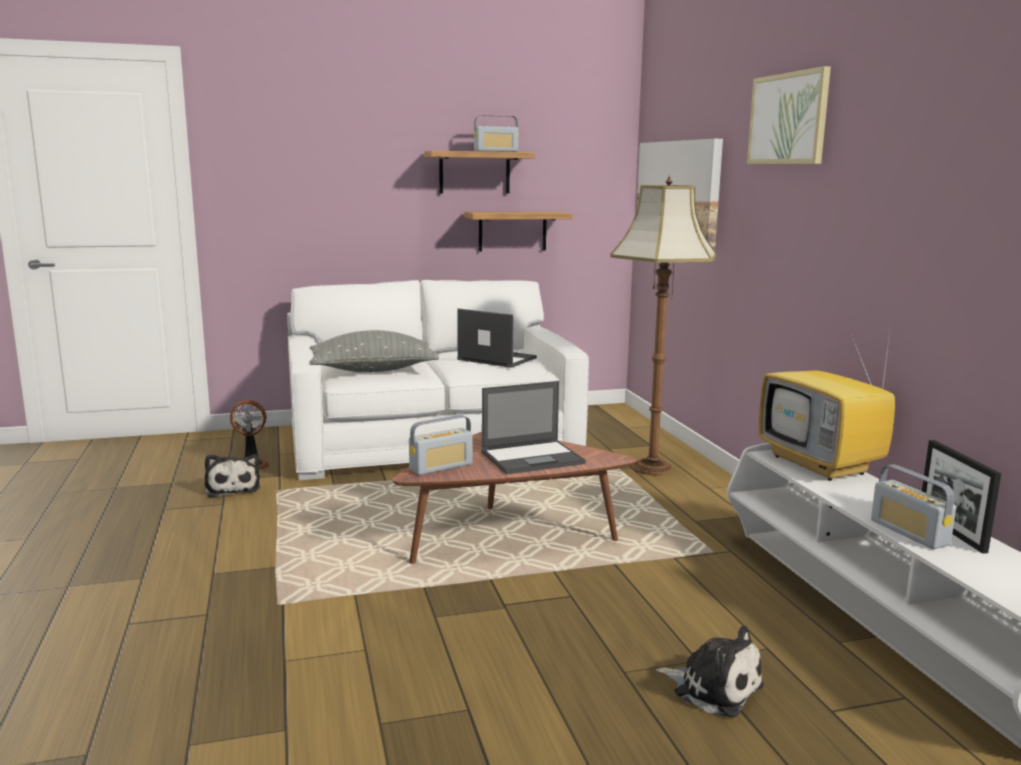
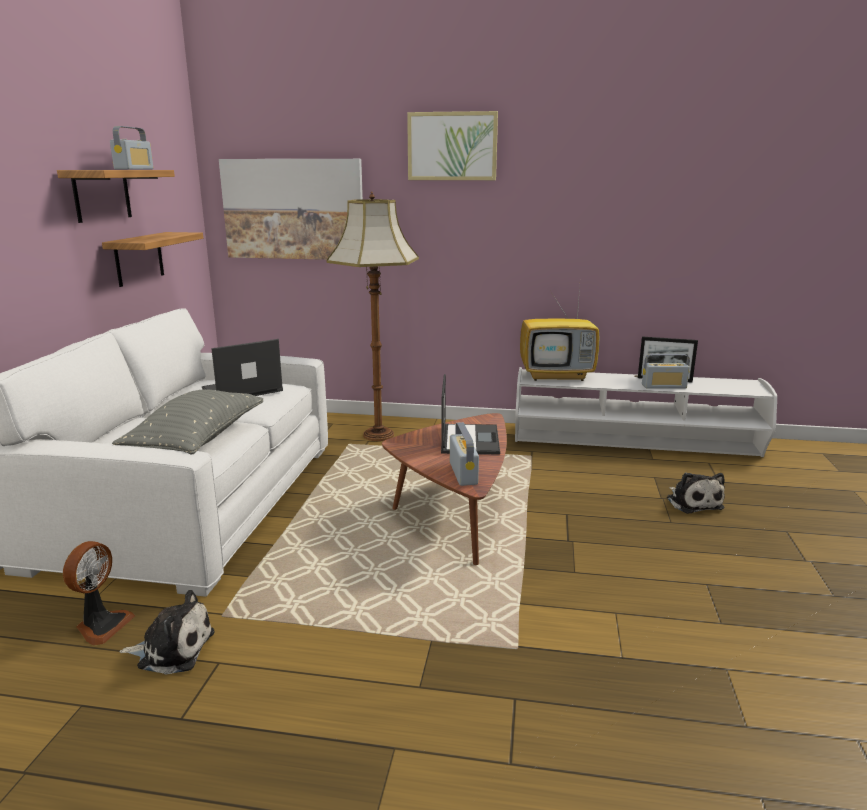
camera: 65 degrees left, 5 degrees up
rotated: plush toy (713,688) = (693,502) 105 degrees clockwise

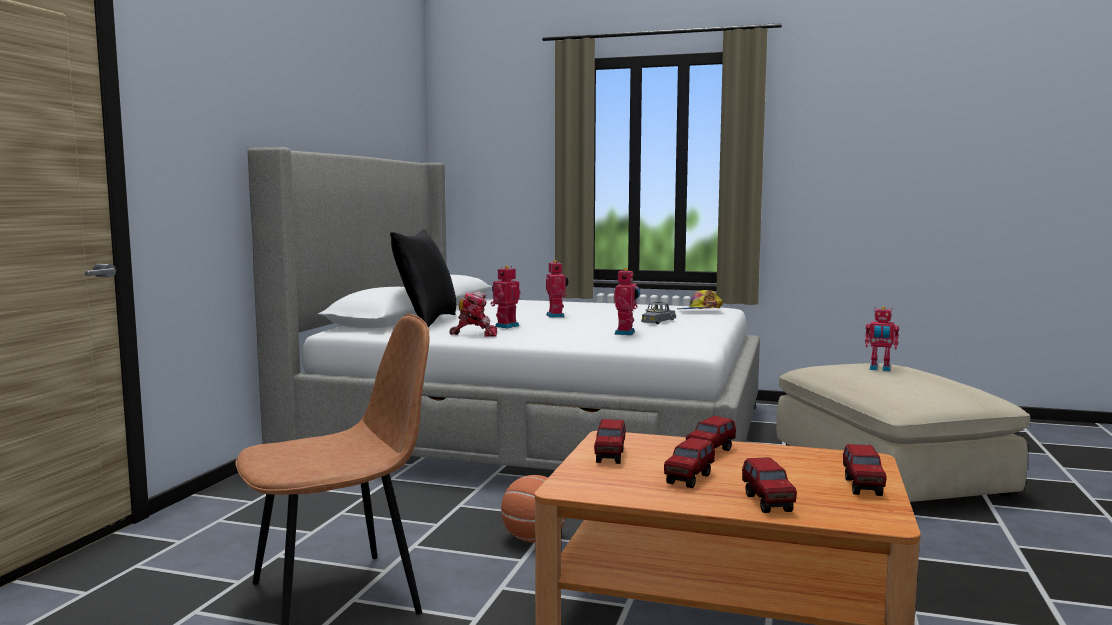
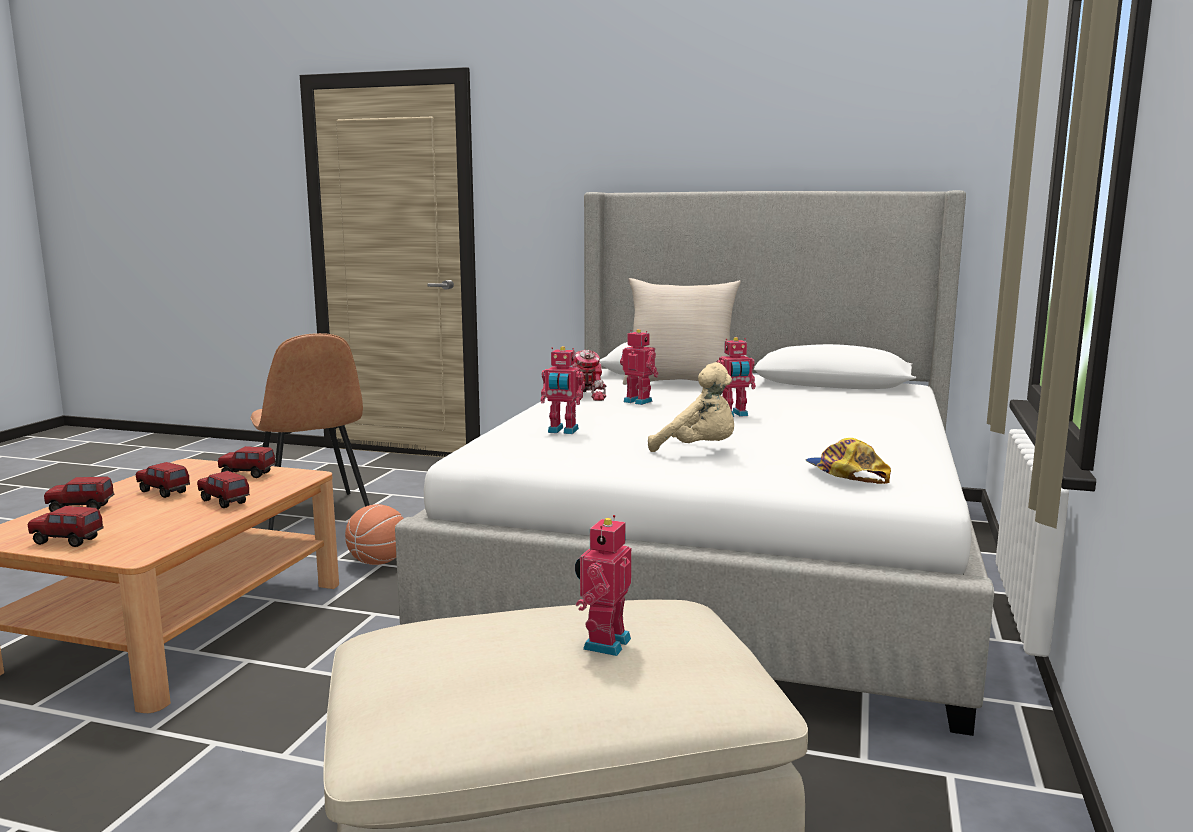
camera: 90 degrees right, 5 degrees up
swapped: grey toy car (658,322) to beige plush toy (699,450)
repainted: black pillow (426,321) to beige pillow (680,383)

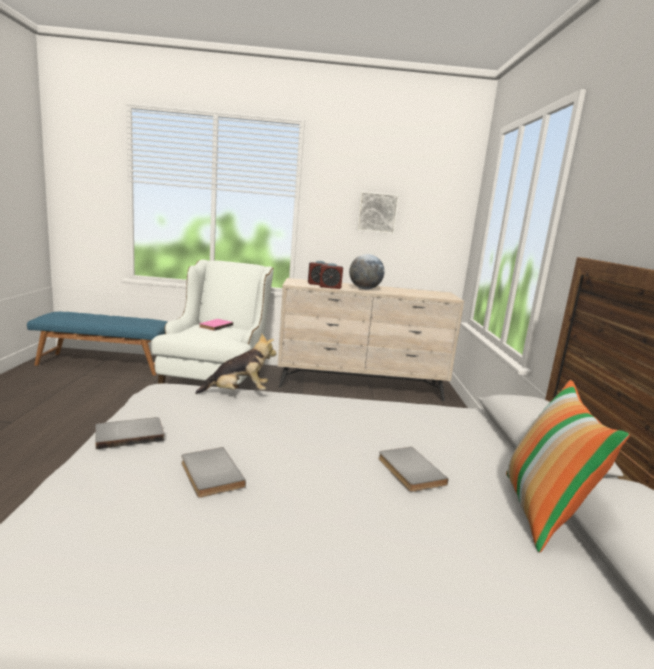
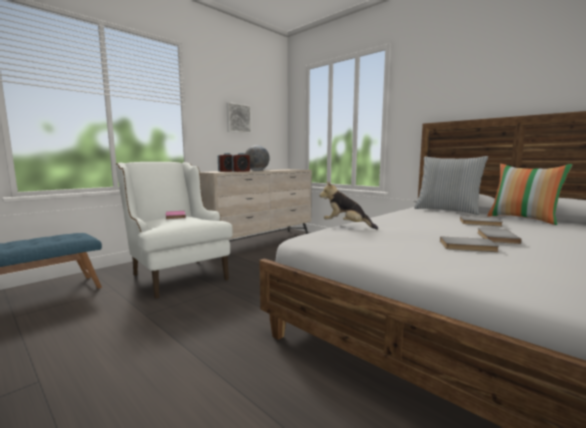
camera: 45 degrees left, 5 degrees down
new: pillow (447,210)
shifted: grey book (129,434) to (495,237)
rotated: plush toy (238,393) = (346,226) 90 degrees counterclockwise

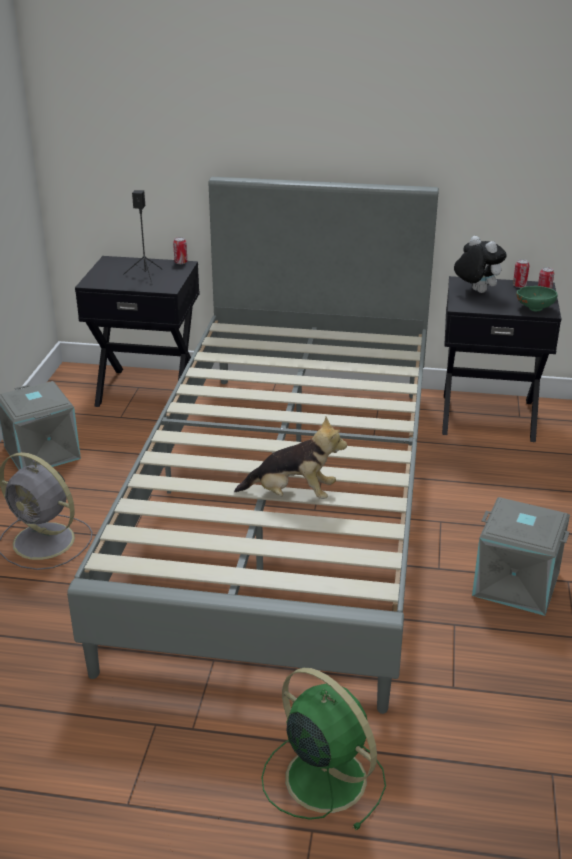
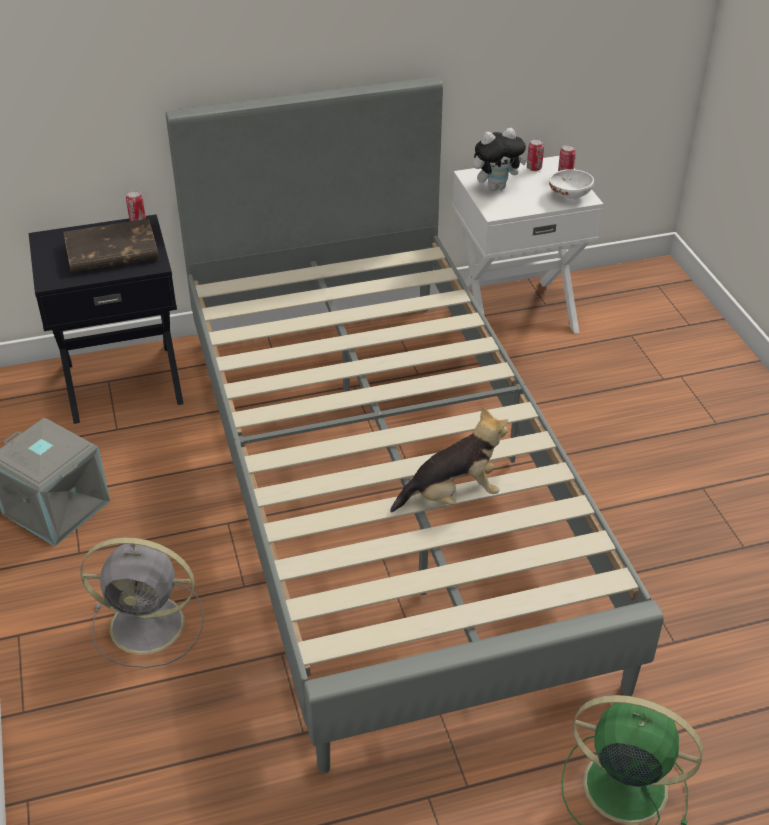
camera: 25 degrees left, 10 degrees up
gone: grey storage box (517,582)
swapped: black speaker (146,275) to brown book (111,252)
repainted: black nightstand (487,416) to white nightstand (514,312); green bowl (534,308) to white bowl (569,195)
rotated: plush toy (475,291) = (496,186) 135 degrees clockwise

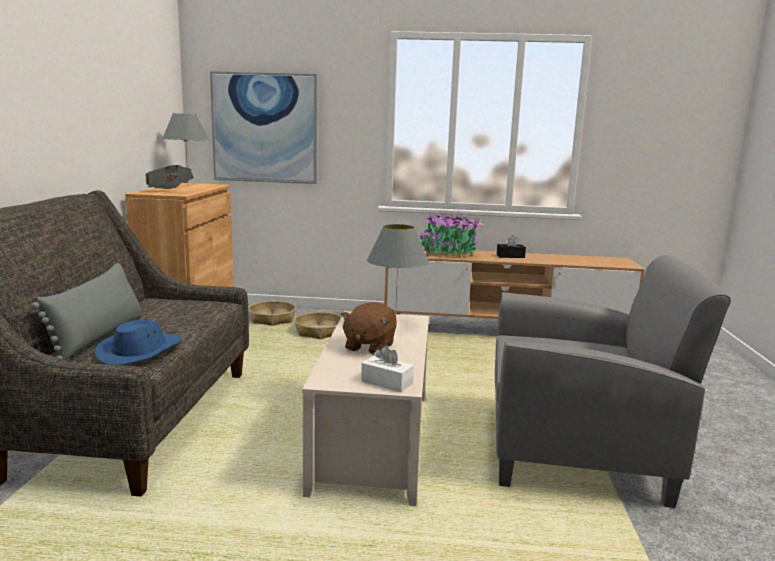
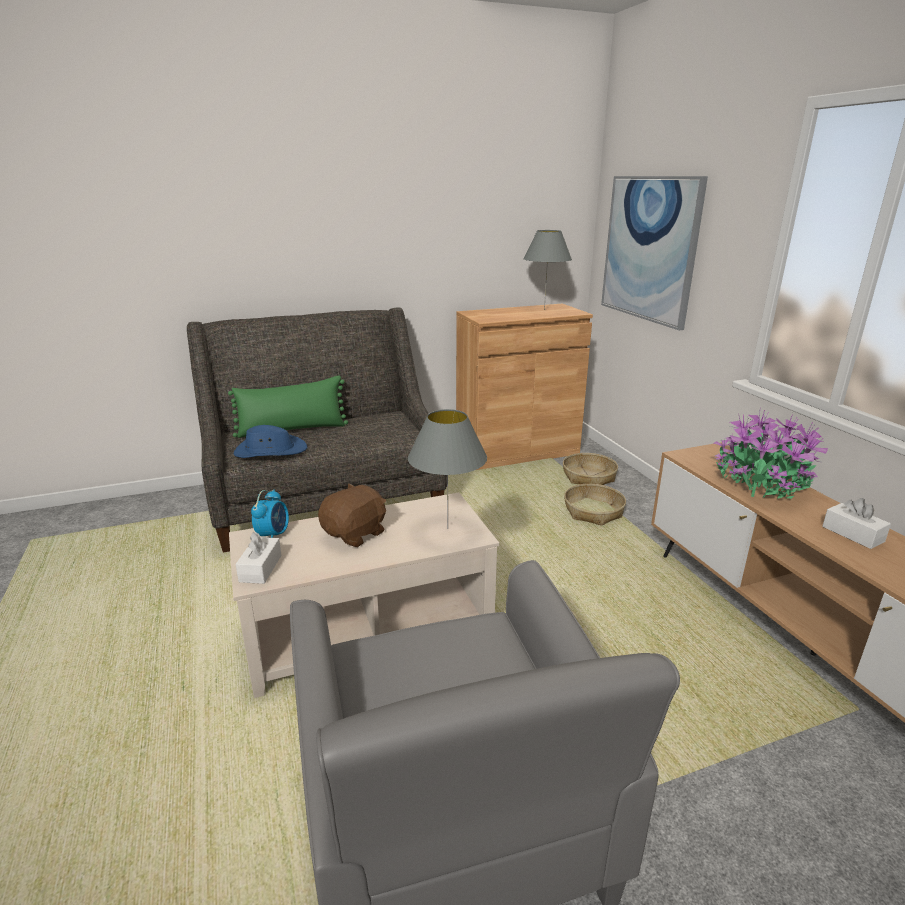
camera: 65 degrees right, 10 degrees up
gone: newspaper (169,191)
new: alarm clock (273,535)
repainted: black tissue box (510,256) to white tissue box (852,534); grey pillow (98,336) to green pillow (292,429)
rotated: brown plush toy (369,346) = (355,534) 135 degrees clockwise

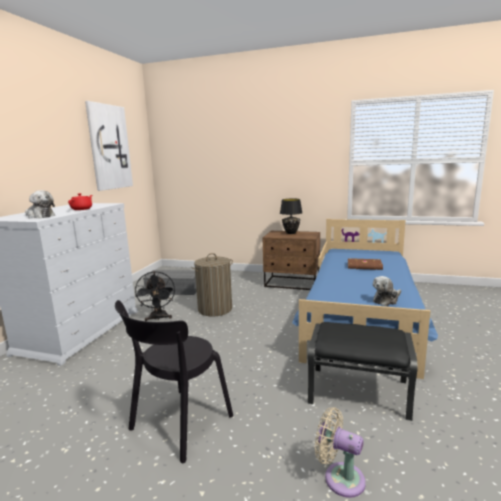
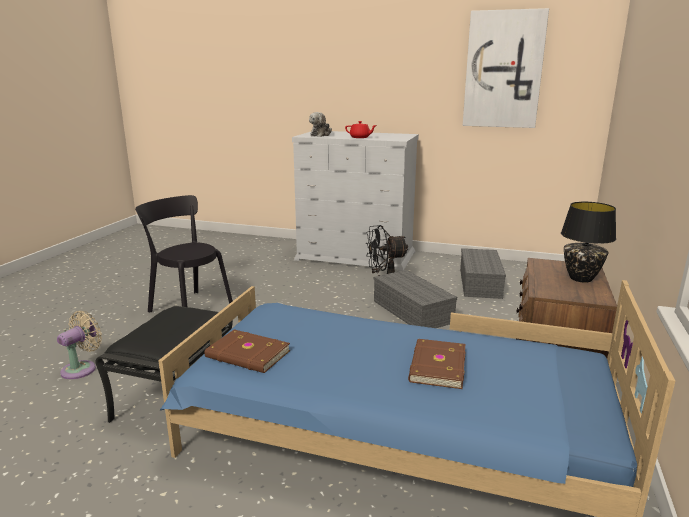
camera: 90 degrees right, 5 degrees up
swapped: laundry basket (215,309) to grey storage box (413,312); plush toy (386,300) to brown book (247,355)

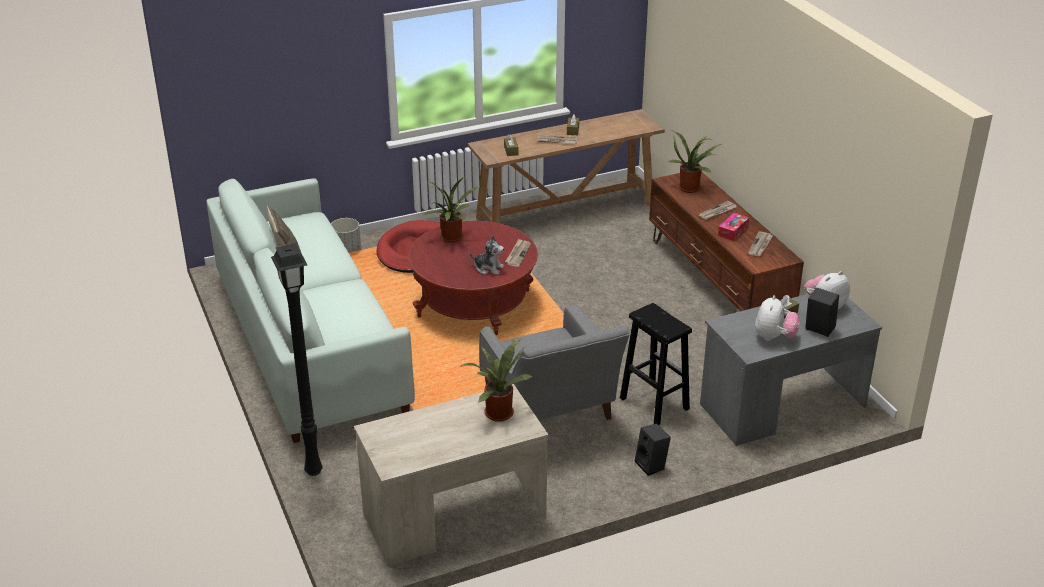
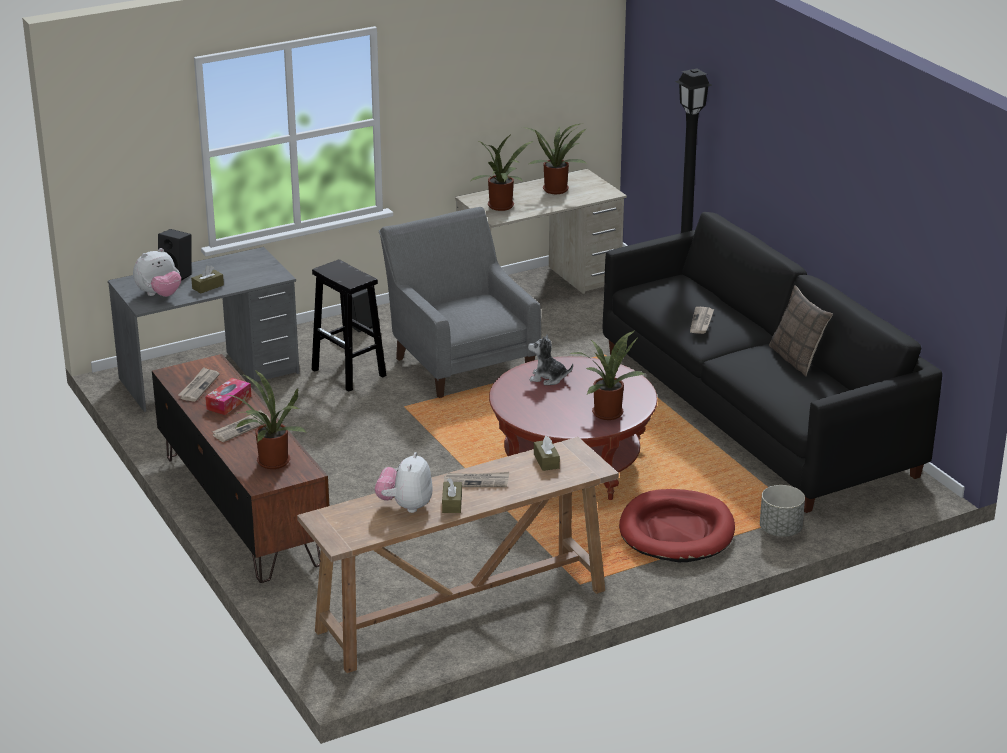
camera: 175 degrees right, 5 degrees down
new: potted plant (556,189)
shifted: newspaper (518,254) to (702,322); plush toy (774,337) to (405,506)
repainted: white sofa (309,342) to black sofa (756,412)

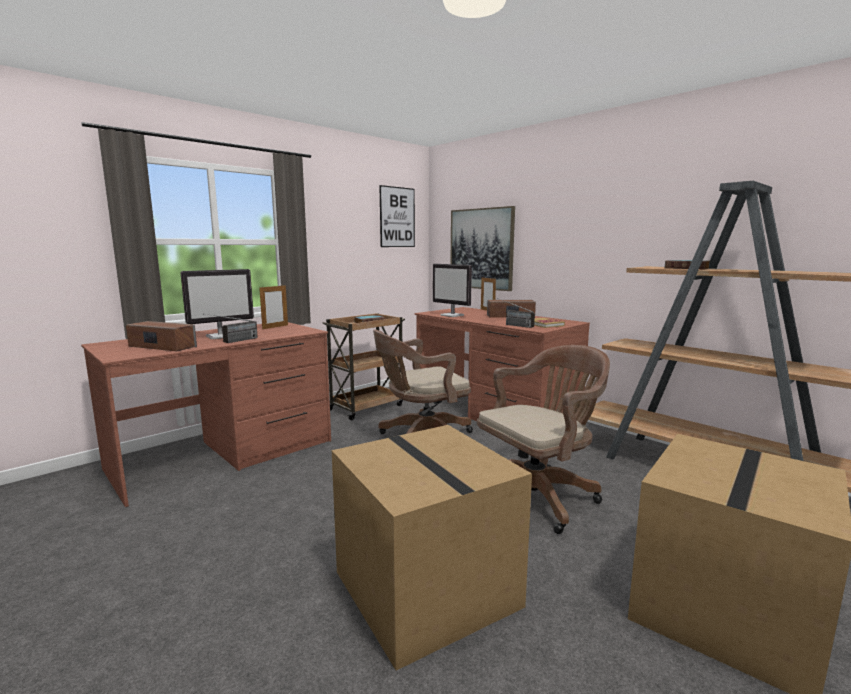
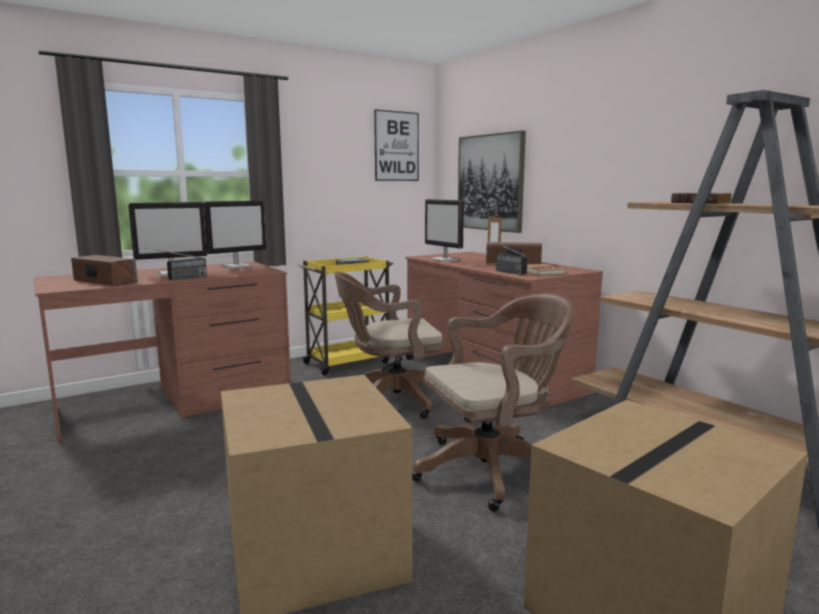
camera: 10 degrees right, 0 degrees up
swapped: picture frame (275,327) to monitor (237,266)
repainted: brown cart (367,407) to yellow cart (348,363)

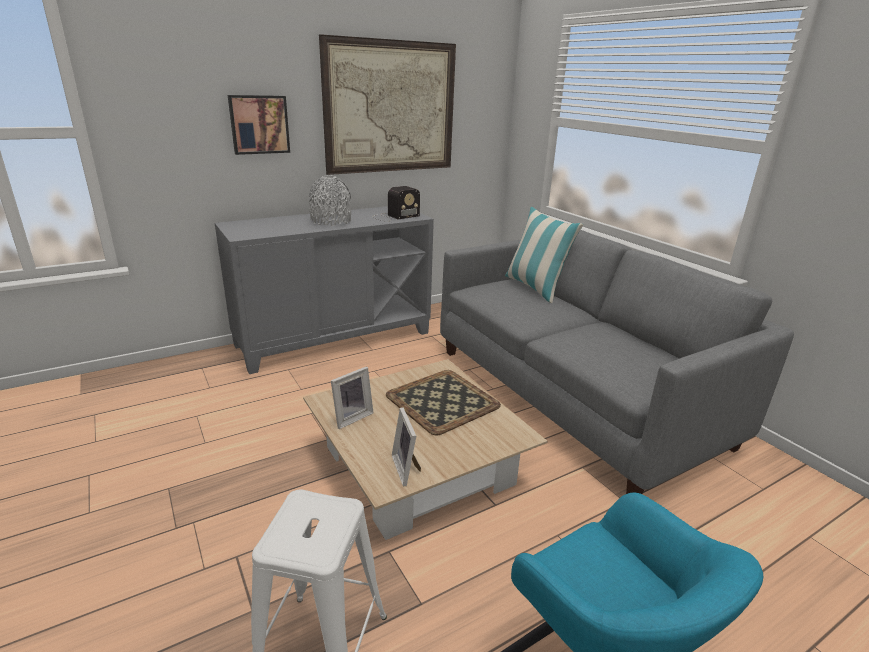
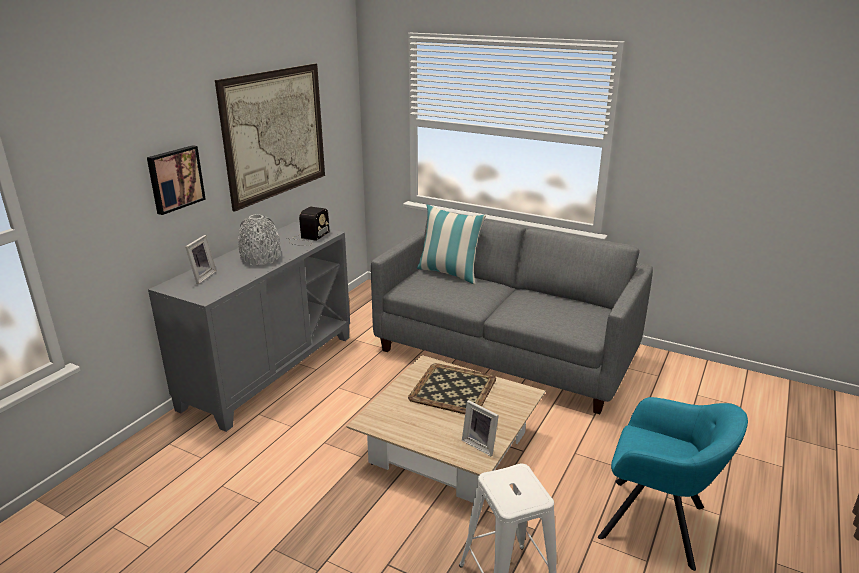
camera: 30 degrees left, 0 degrees up
shifted: picture frame (351,417) to (201,277)

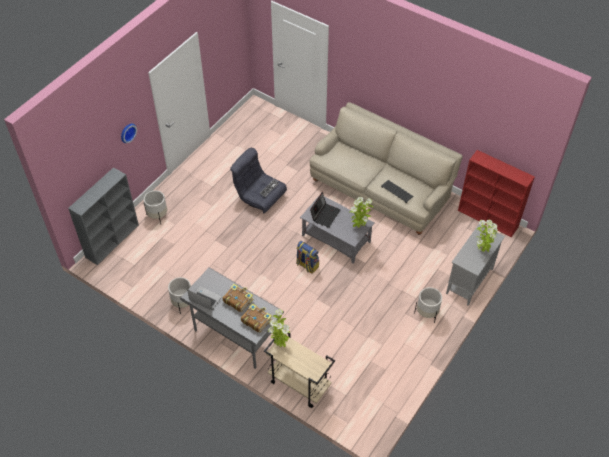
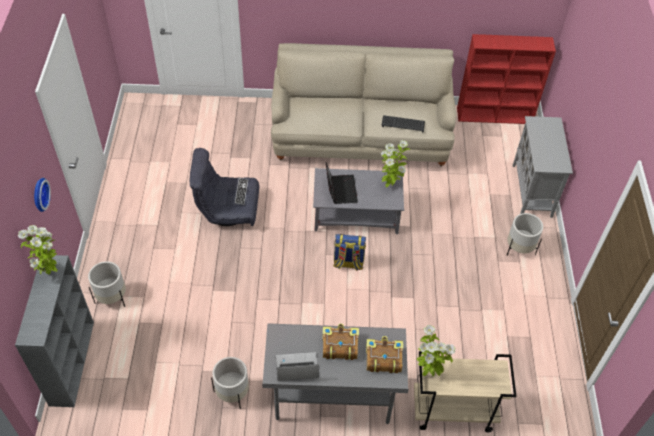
camera: 35 degrees left, 0 degrees up
shifted: potted plant (482,250) to (49,272)

